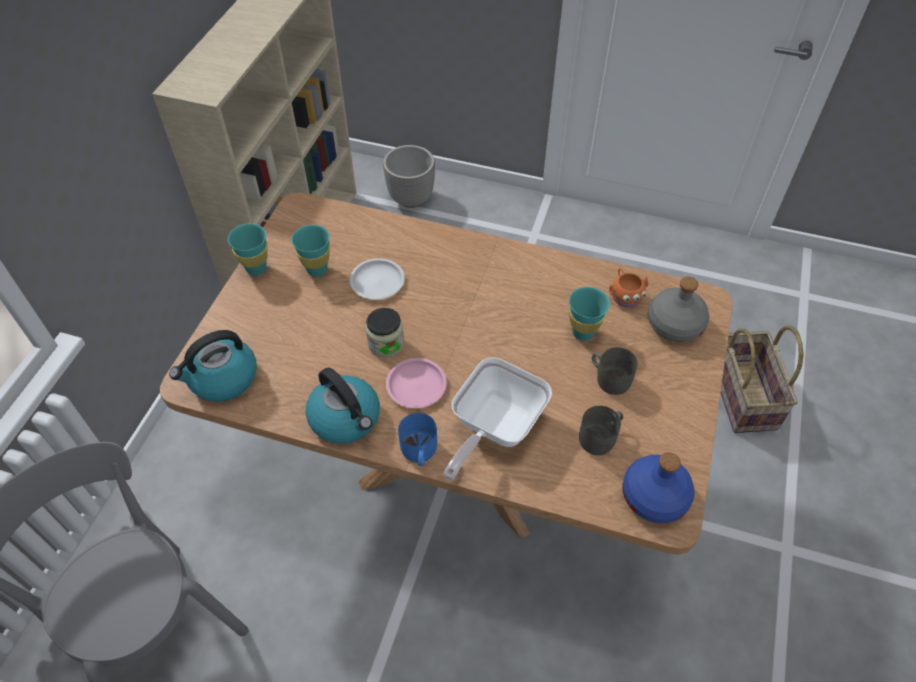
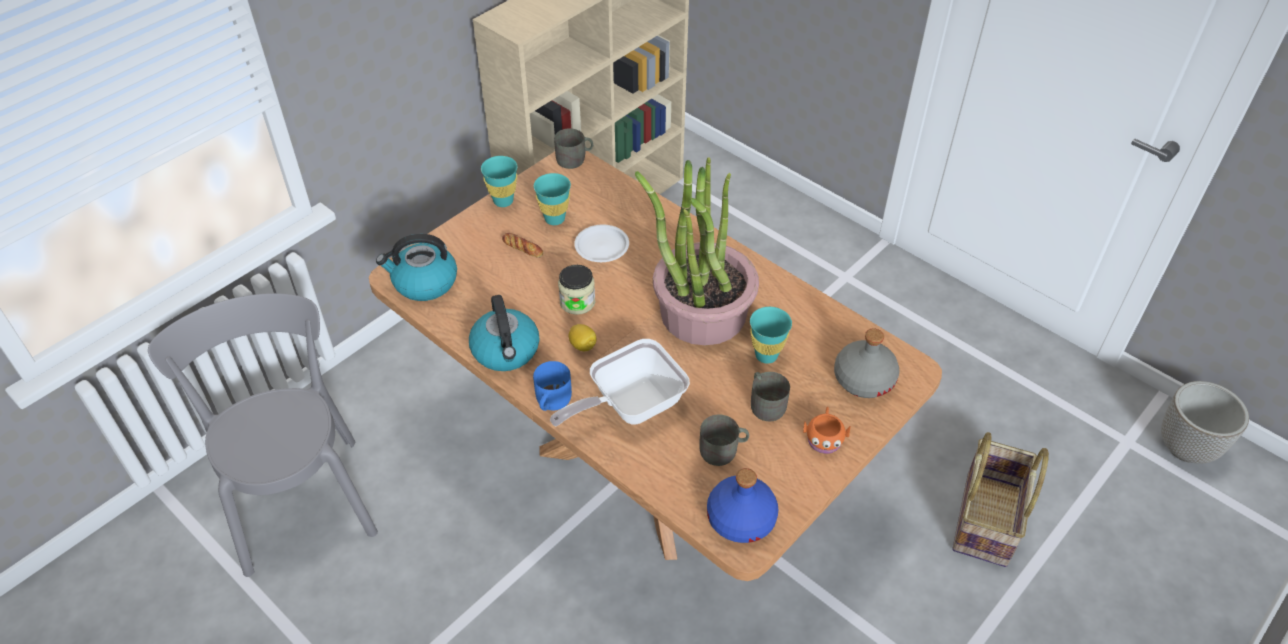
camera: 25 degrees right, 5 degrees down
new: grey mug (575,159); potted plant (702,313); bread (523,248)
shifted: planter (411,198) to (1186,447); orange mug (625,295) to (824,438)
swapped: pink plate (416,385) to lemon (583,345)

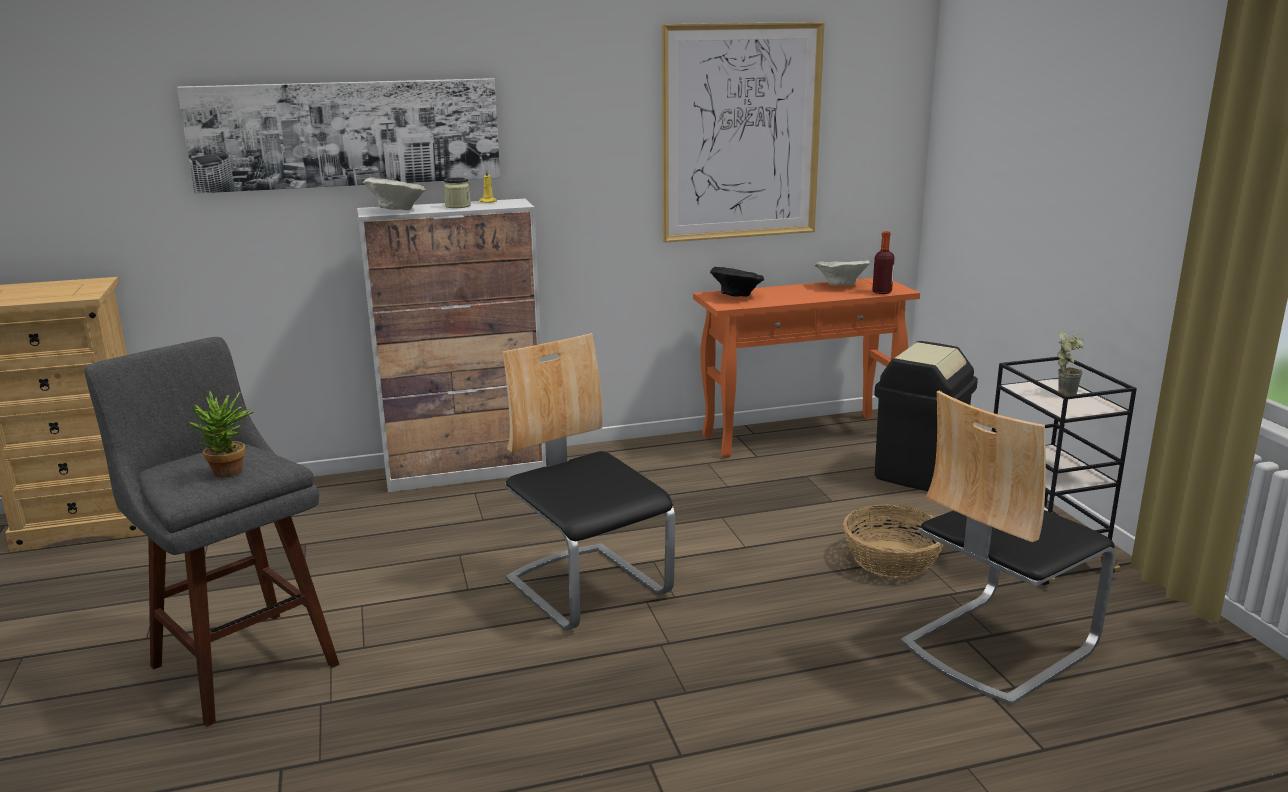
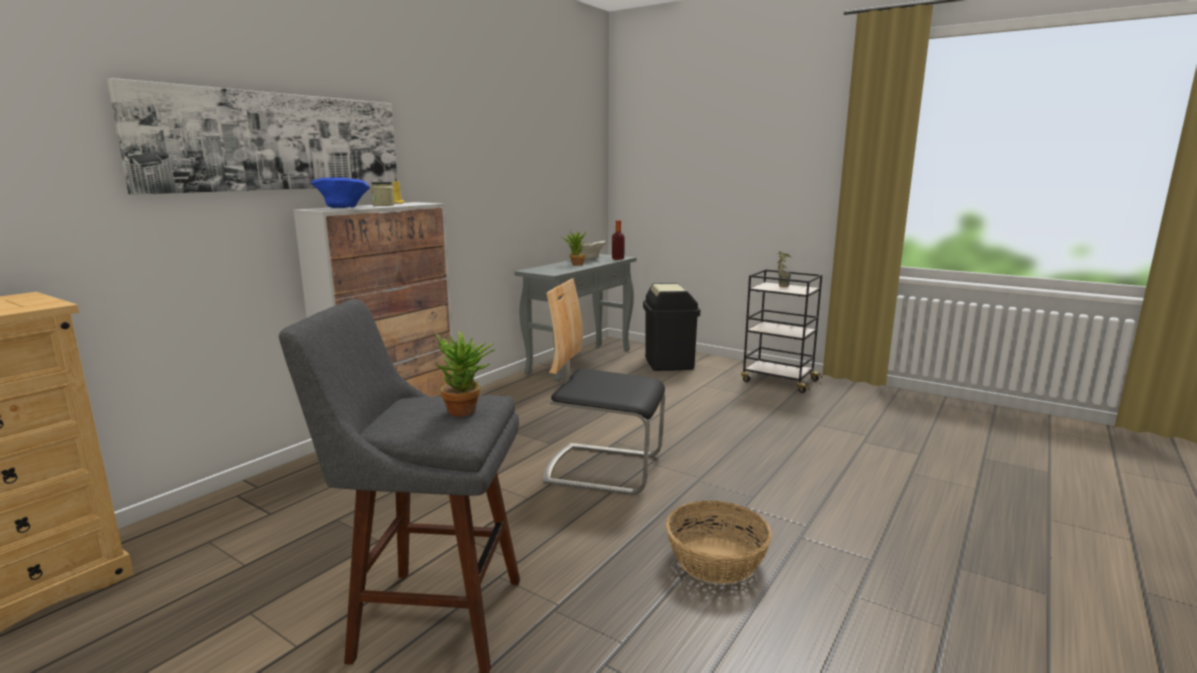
camera: 40 degrees left, 5 degrees down
gone: picture (741,133); black bowl (736,296); chair (996,645)
new: potted plant (575,264)
shifted: basket (891,559) to (716,560)
repainted: beige bowl (397,210) to blue bowl (342,208); orange console table (801,435) to grey console table (580,361)

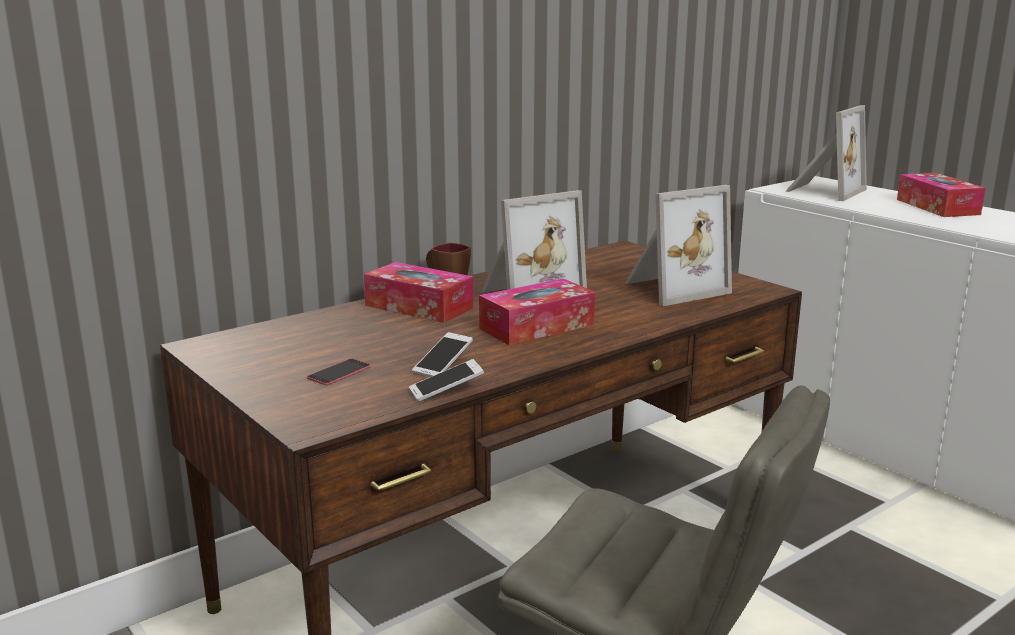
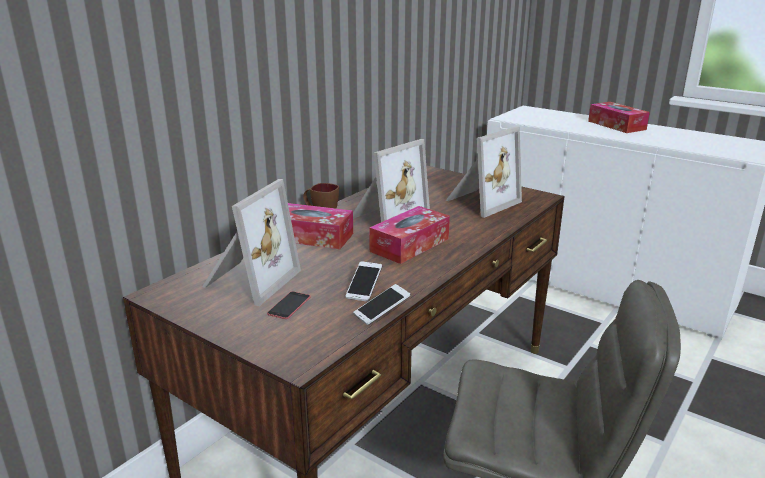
camera: 15 degrees left, 5 degrees up
shifted: picture frame (823,191) to (248,280)

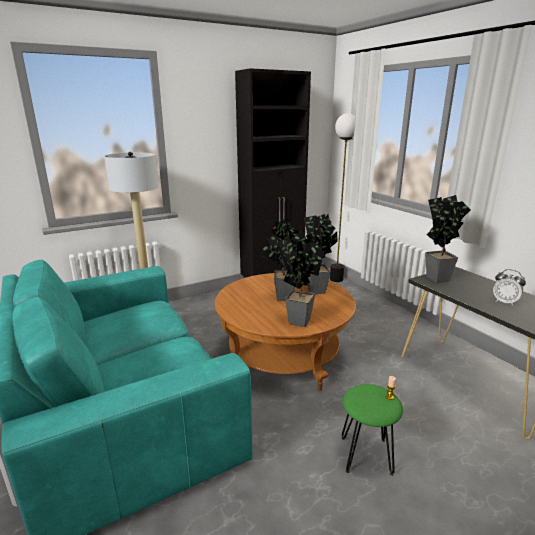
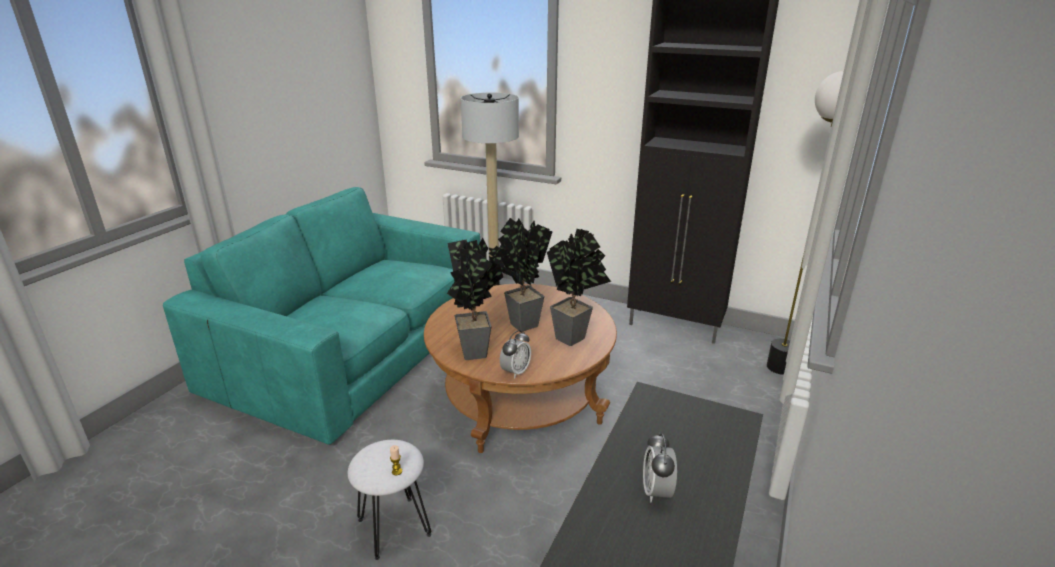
camera: 55 degrees right, 5 degrees up
gone: potted plant (437,277)
new: alarm clock (515,372)
repainted: green stool (366,455) to white stool (393,527)

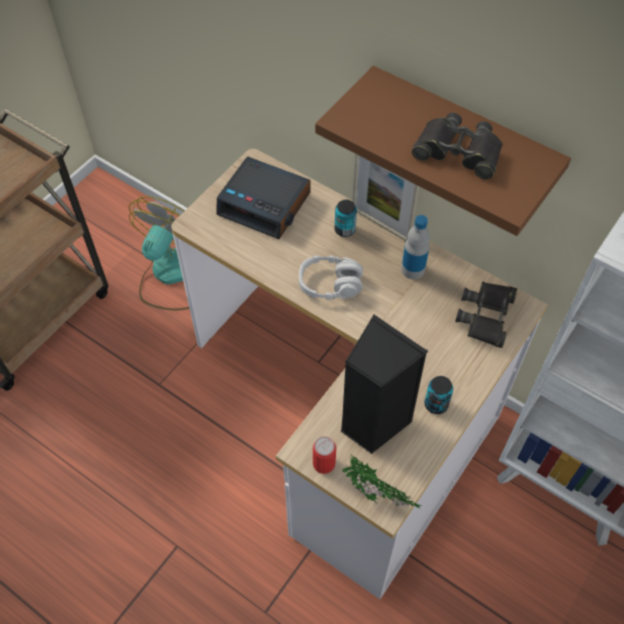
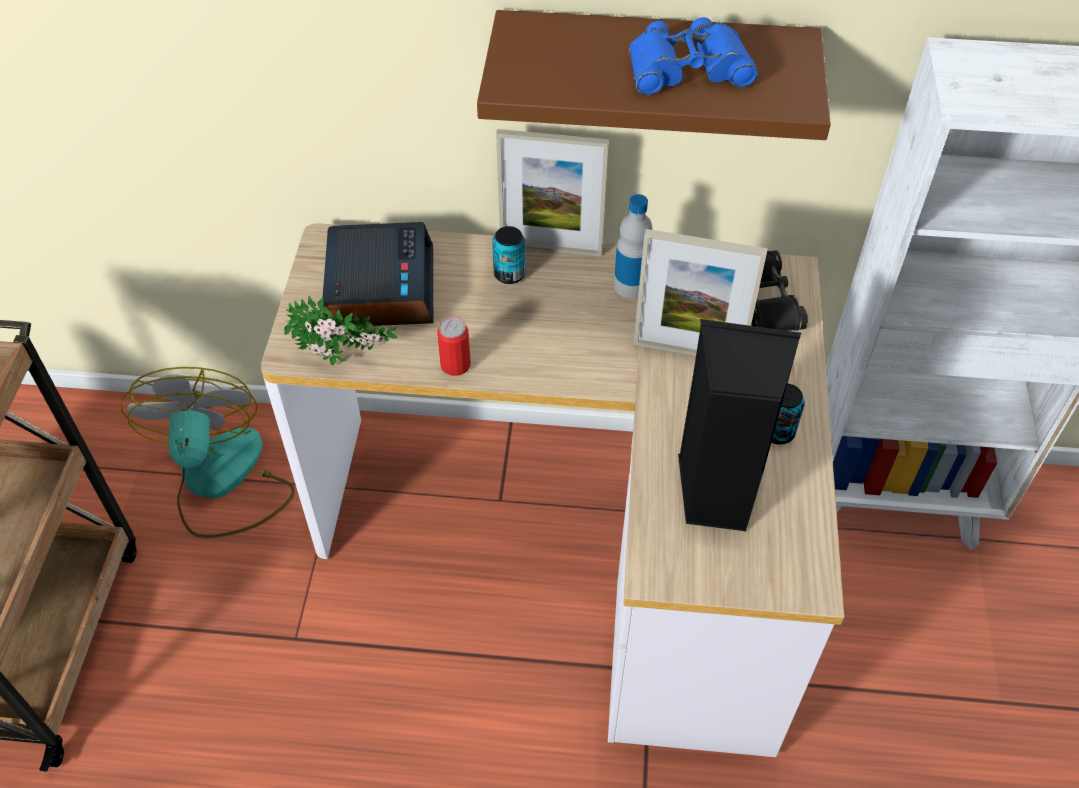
camera: 30 degrees left, 5 degrees down
gone: grey headphones (330,284)
new: picture frame (688,351)
shifted: can (324,463) to (455,365); potted plant (378,499) to (345,360)
repainted: black binoculars (458,152) to blue binoculars (687,69)
rotated: alarm clock (265,204) = (379,286) 90 degrees counterclockwise

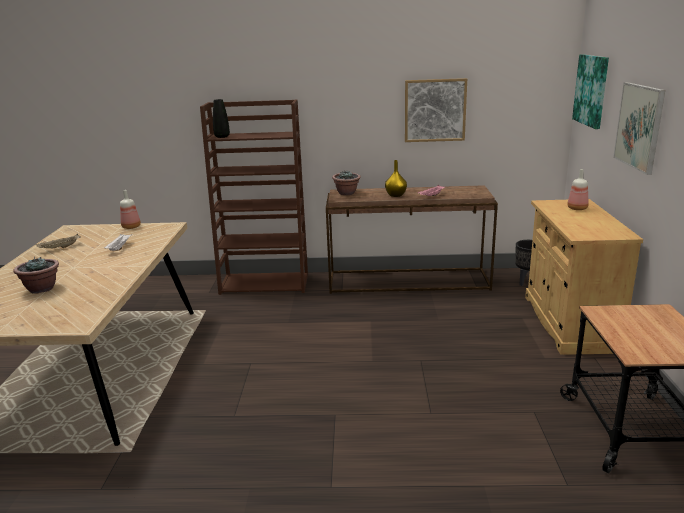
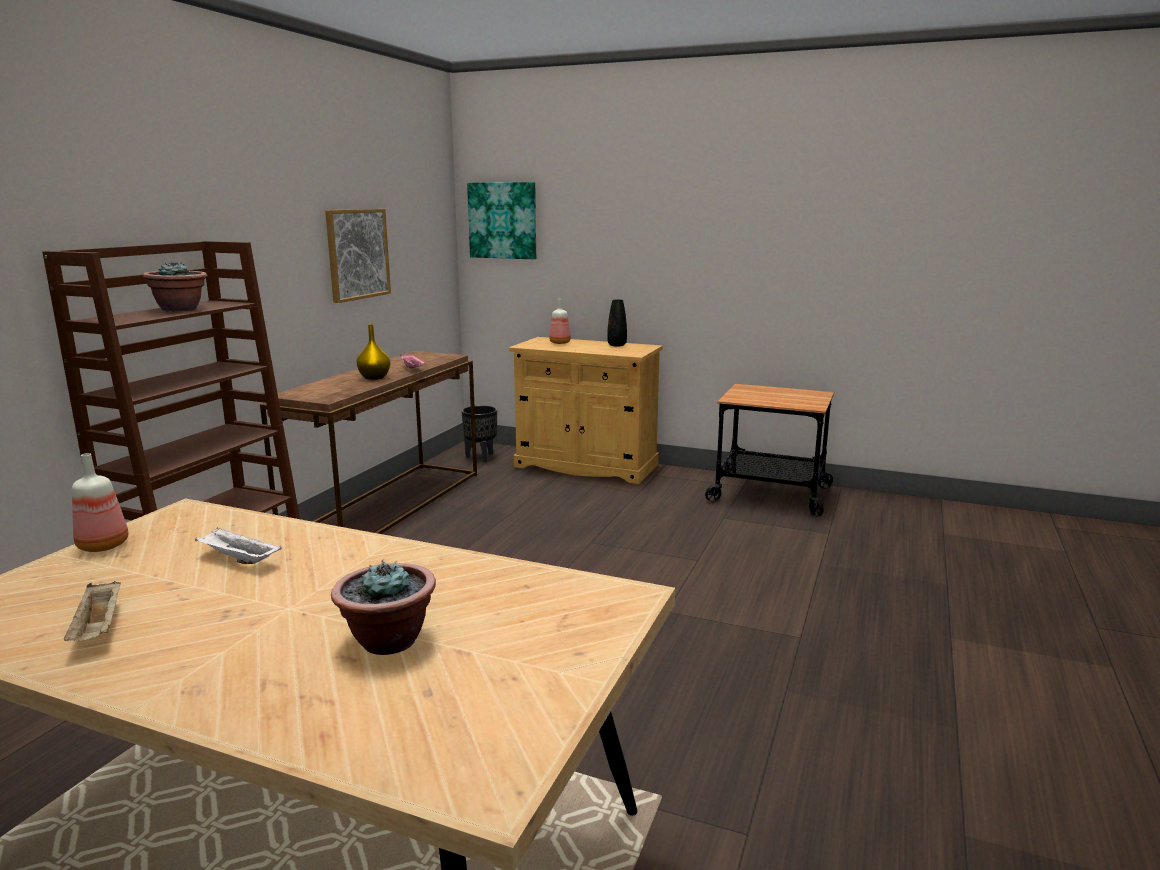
camera: 70 degrees left, 5 degrees down
gone: picture (639,126)
shifted: black vase (222,137) to (617,345); potted plant (346,193) to (180,309)

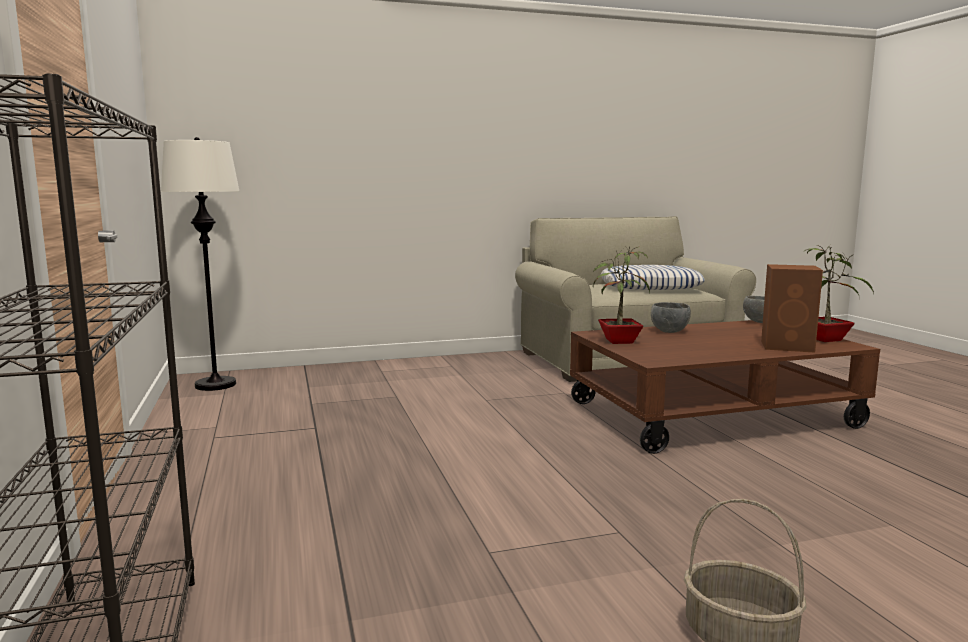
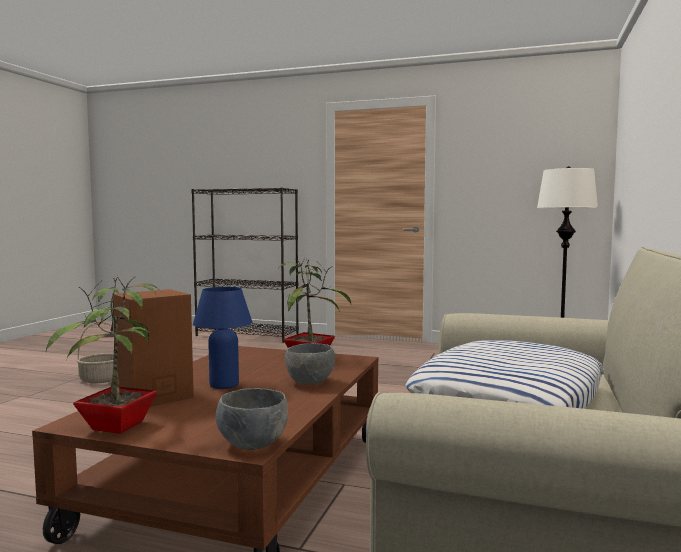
camera: 125 degrees right, 5 degrees down
new: blue table lamp (224,385)

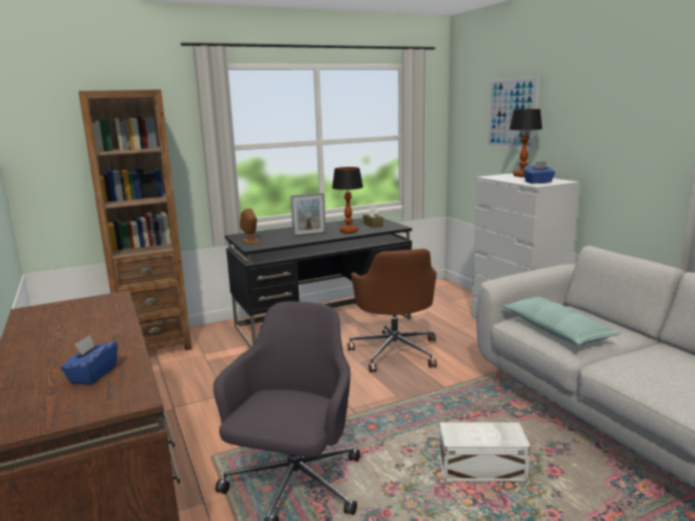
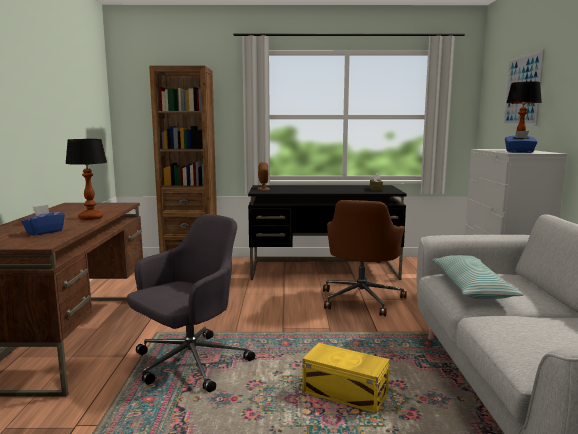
camera: 25 degrees right, 5 degrees down
gone: picture frame (309,234)
shifted: table lamp (349,231) to (91,218)
repainted: white storage box (483,469) to yellow storage box (345,394)

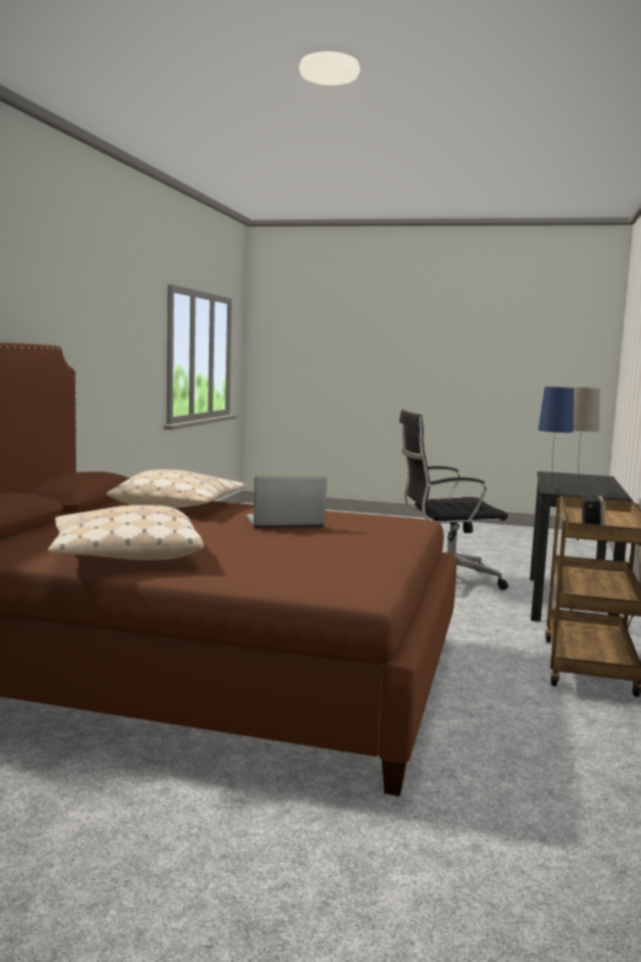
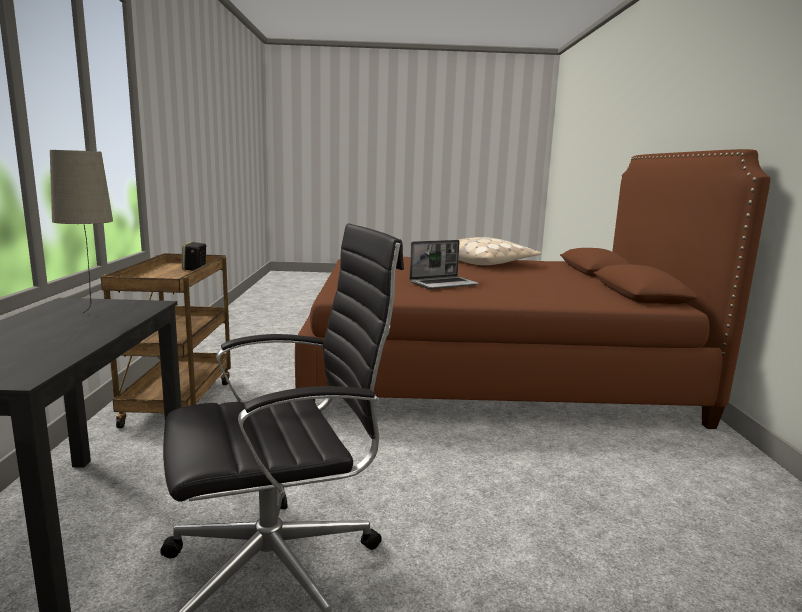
camera: 165 degrees right, 5 degrees up
gone: blue table lamp (550,491); beige pillow (179,507)

